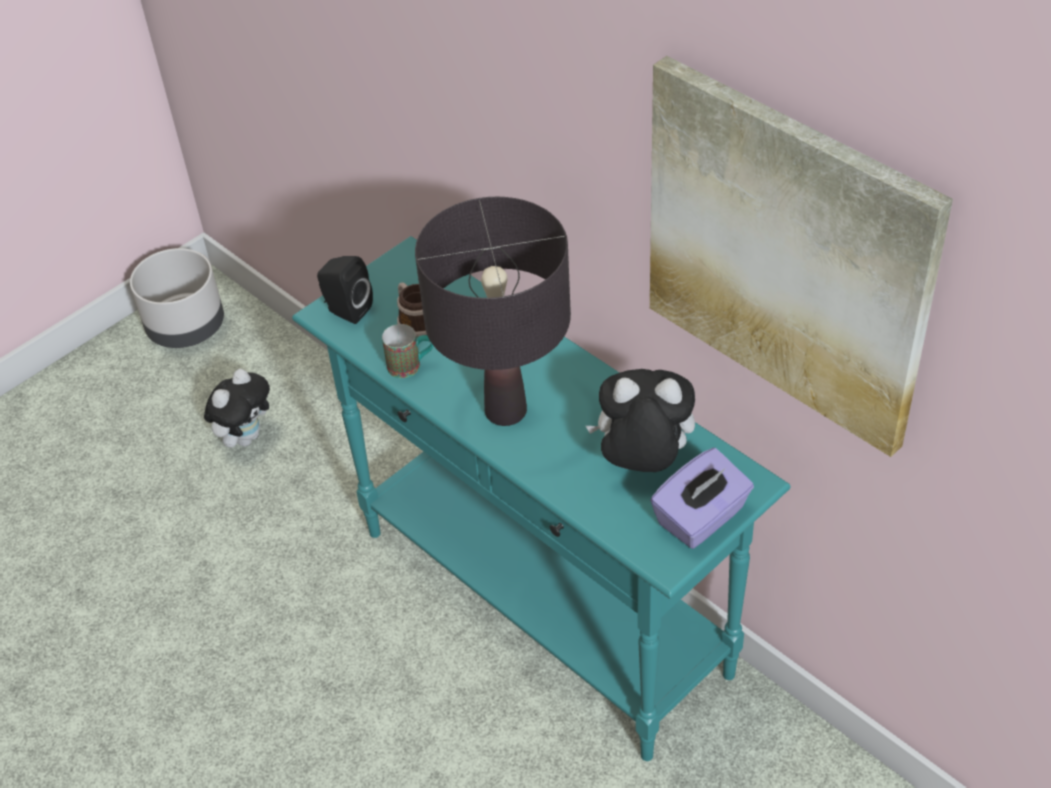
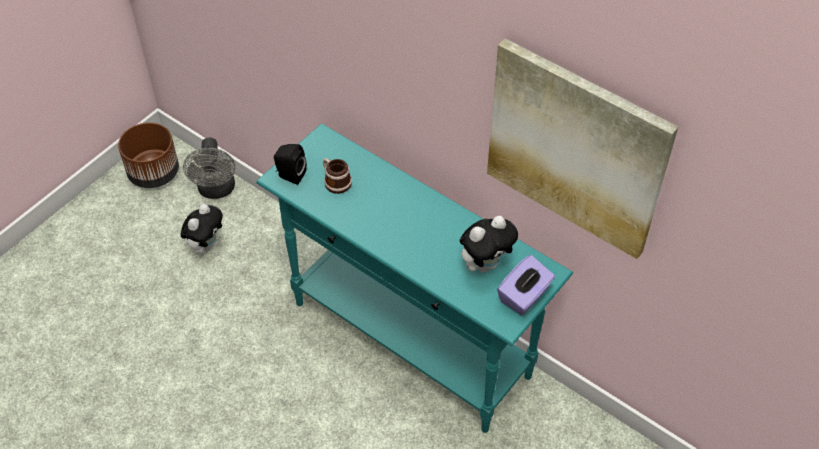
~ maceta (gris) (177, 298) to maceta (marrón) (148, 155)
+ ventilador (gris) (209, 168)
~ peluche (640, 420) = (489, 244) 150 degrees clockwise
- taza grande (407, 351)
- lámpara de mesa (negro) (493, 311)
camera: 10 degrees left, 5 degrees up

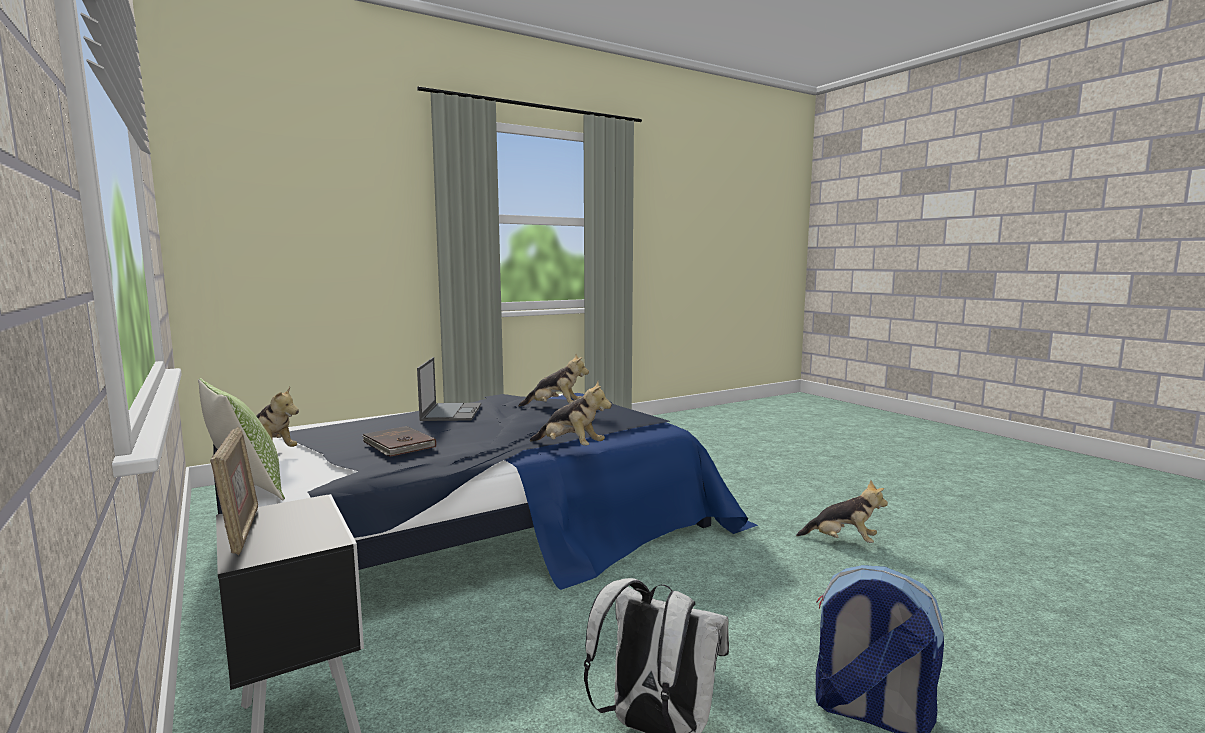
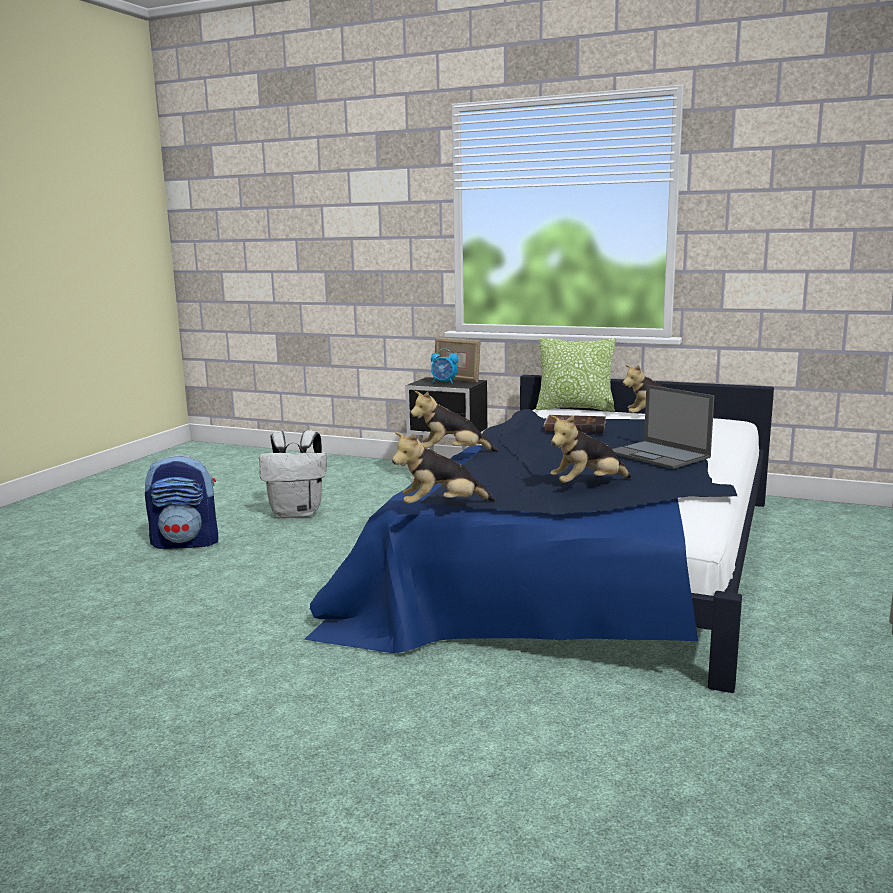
~ peluche (842, 511) to (444, 468)
+ despertador (444, 366)
camera: 145 degrees right, 5 degrees up

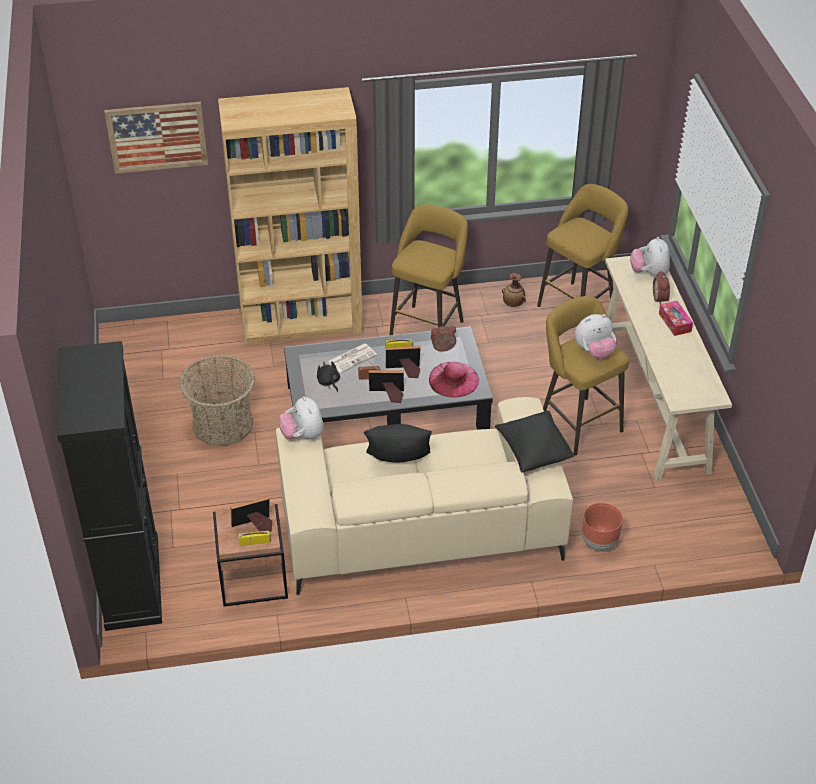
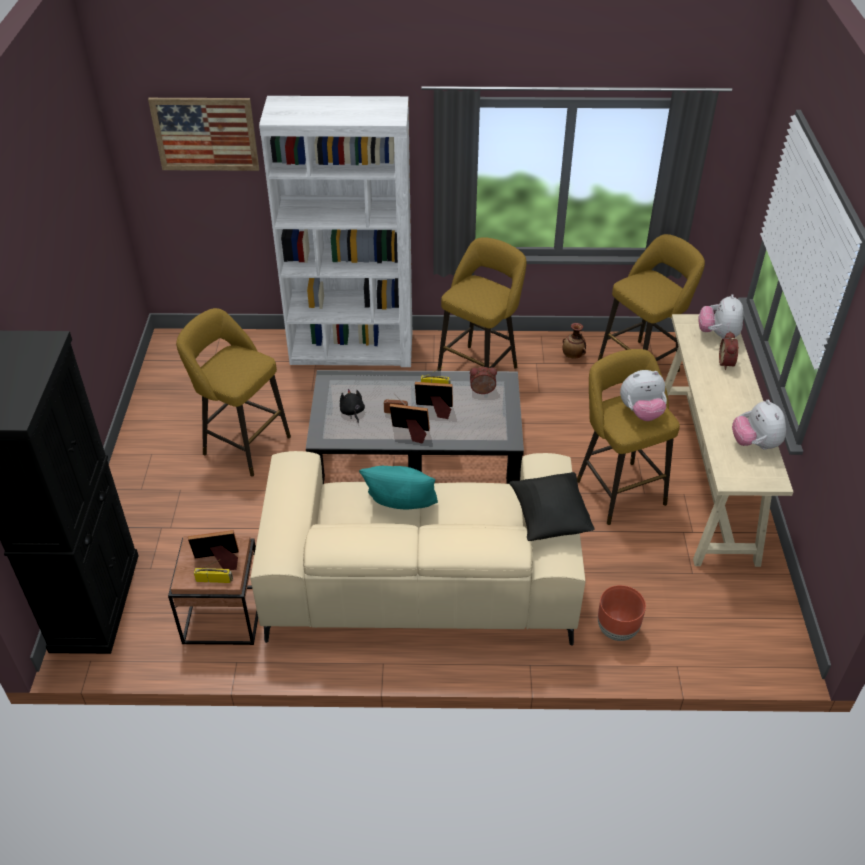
~ cesta (217, 401) to taburete (amarillo) (233, 392)
~ estantería (marrón) (290, 215) to estantería (blanco) (335, 231)
~ cojín (negro) (398, 443) to cojín (turquesa) (398, 487)
~ peluche (301, 418) to (759, 425)
- periódico (353, 358)
- sombrero (rosa) (454, 380)
- caja de pañuelos (676, 318)
camera: 10 degrees right, 0 degrees up

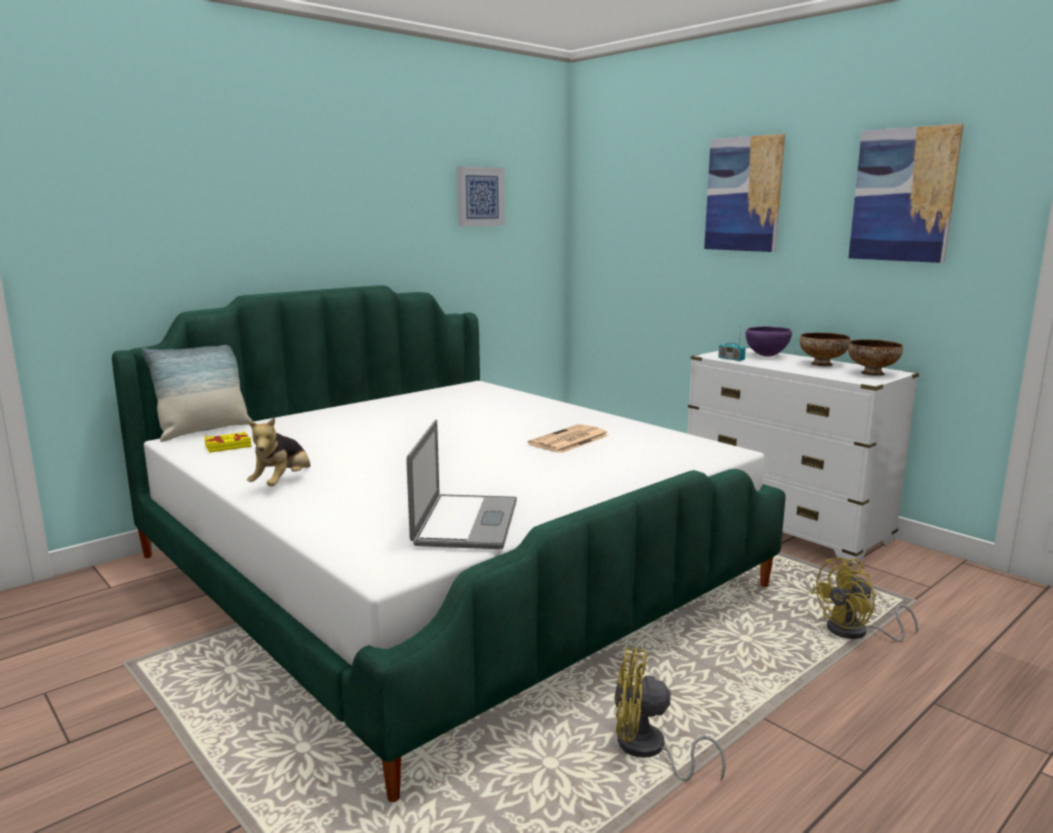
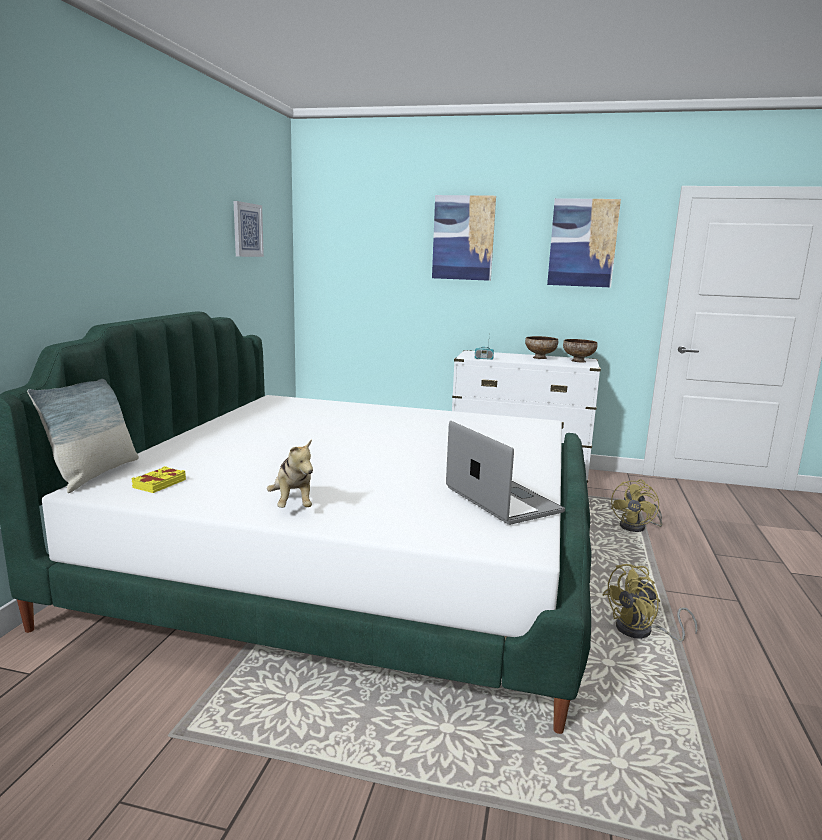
- periódico (569, 438)
- cuenco (morado) (769, 341)
camera: 35 degrees left, 0 degrees up

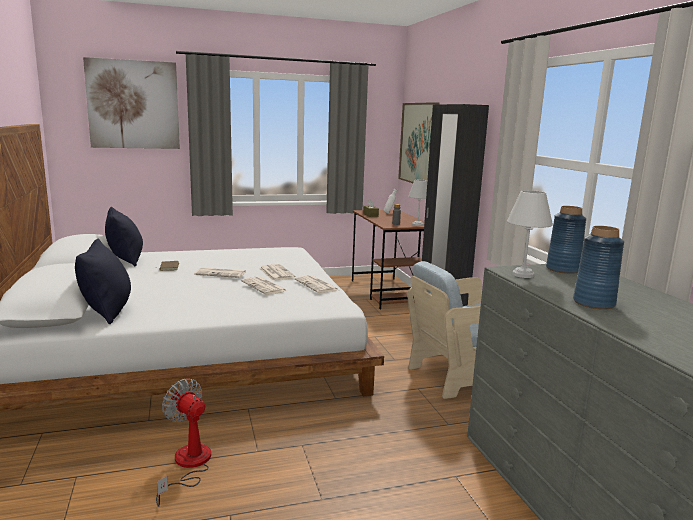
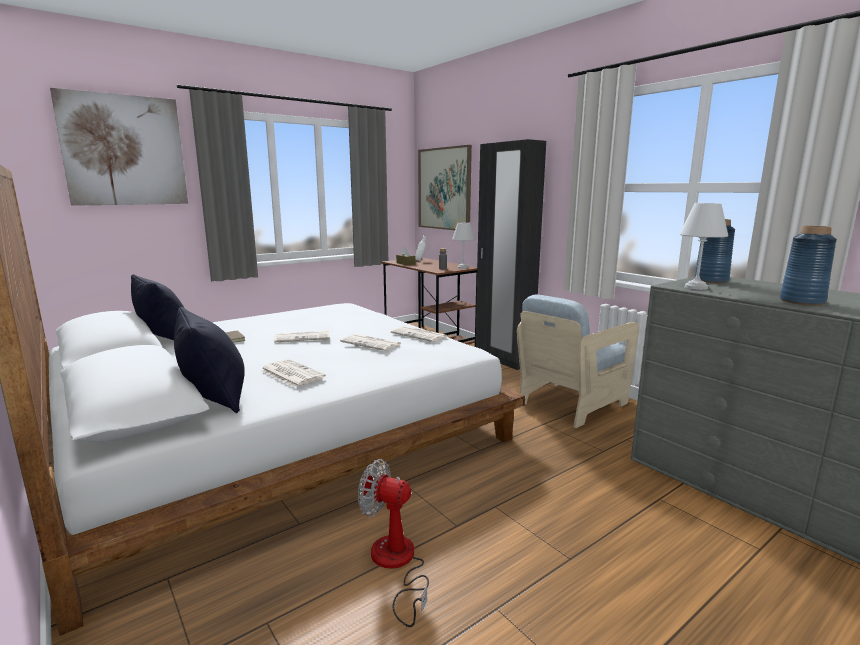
~ periódico (277, 272) to (293, 373)
camera: 20 degrees left, 0 degrees up

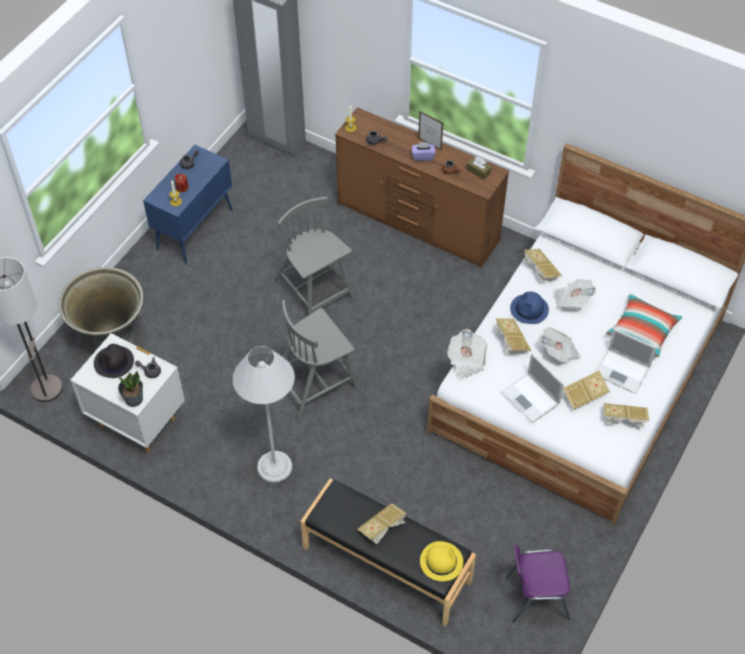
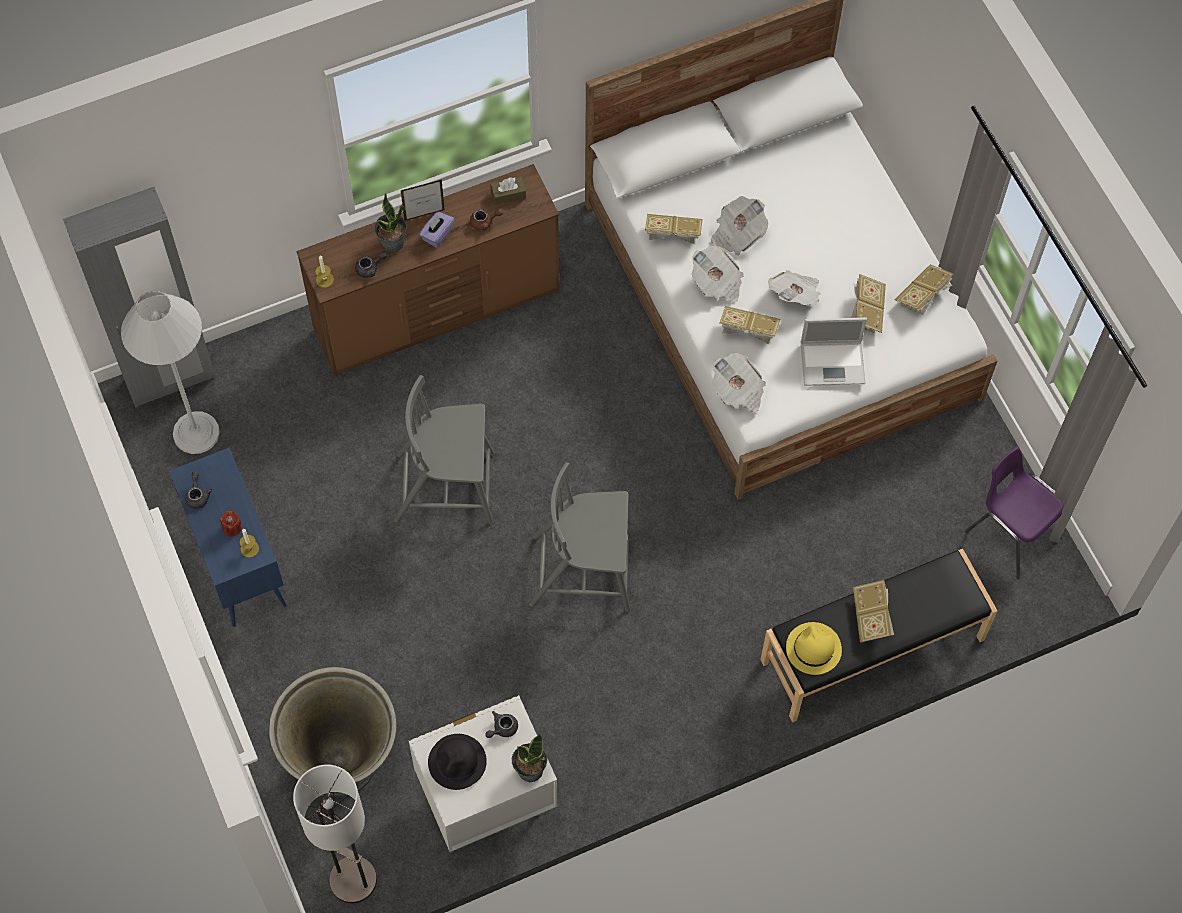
~ lámpara de pie (blanco) (264, 414) to (170, 372)
+ planta en maceta (390, 222)
~ silla (gris) (320, 360) = (581, 537) 90 degrees clockwise
~ sombrero (azul) (529, 307) to periódico (718, 274)
~ sombrero (amarillo) (441, 561) to (814, 648)
~ silla (morado) (538, 584) = (1015, 512) 105 degrees clockwise
- portátil (626, 361)
- cojín (644, 325)
camera: 55 degrees left, 10 degrees up

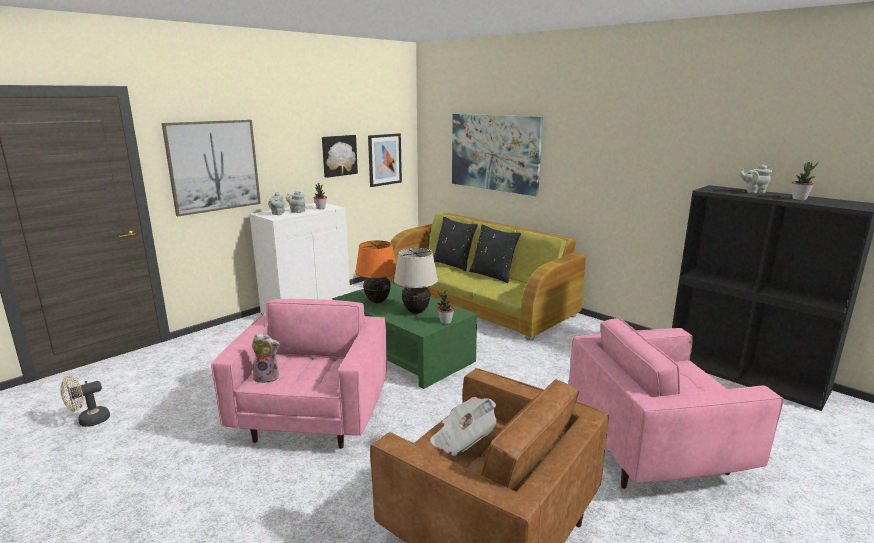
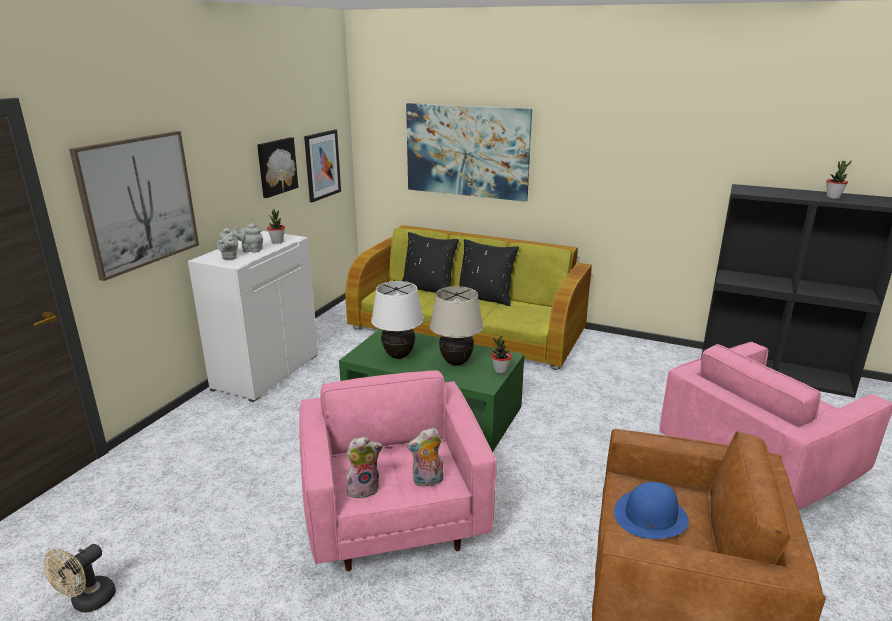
~ lámpara de mesa (naranja) (375, 271) to lámpara de mesa (blanco) (397, 320)
+ peluche (425, 457)
~ periódico (463, 426) to sombrero (azul) (651, 510)
- tetera (gris) (756, 179)
camera: 20 degrees left, 5 degrees up

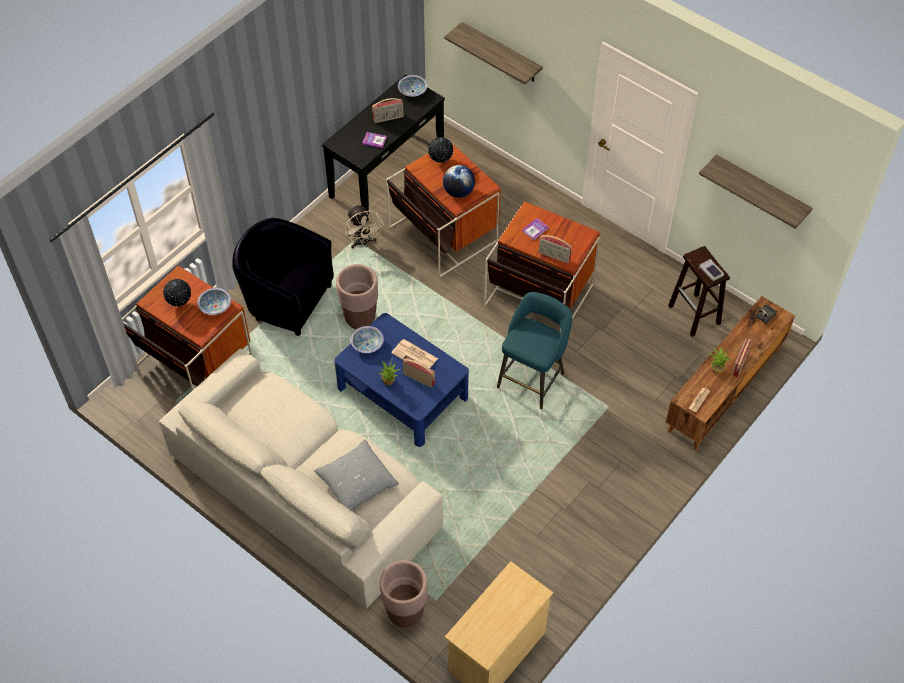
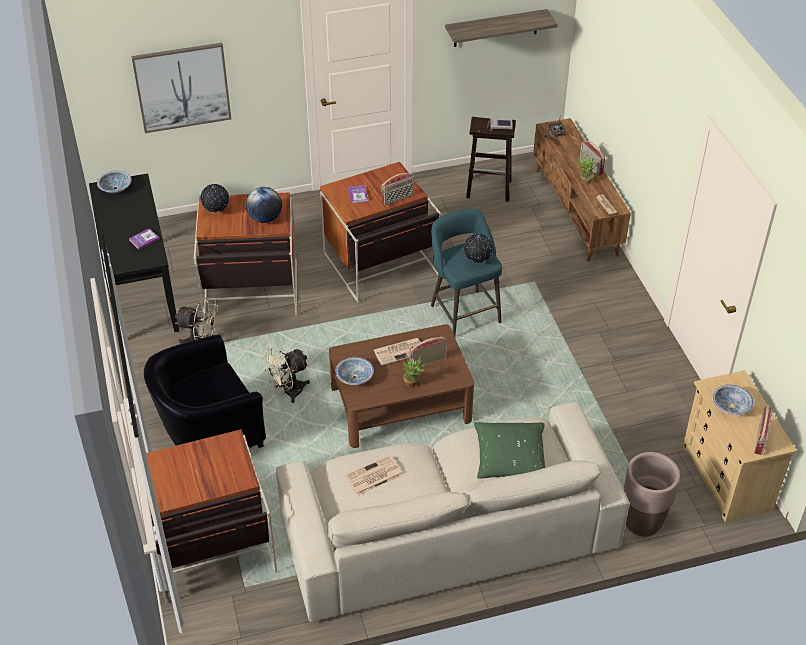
~ estante (493, 53) to cuadro (181, 88)
~ maceta (marrón) (357, 296) to ventilador (beis) (286, 374)
~ mesa de centro (azul) (401, 380) to mesa de centro (marrón) (401, 386)
+ periódico (374, 476)
~ globo terráqueo (177, 292) to (478, 248)
~ cojín (gris) (356, 475) to cojín (verde) (510, 450)
~ cuenco (214, 301) to (733, 399)
~ radio (388, 110) to (763, 430)
camera: 55 degrees left, 10 degrees down

